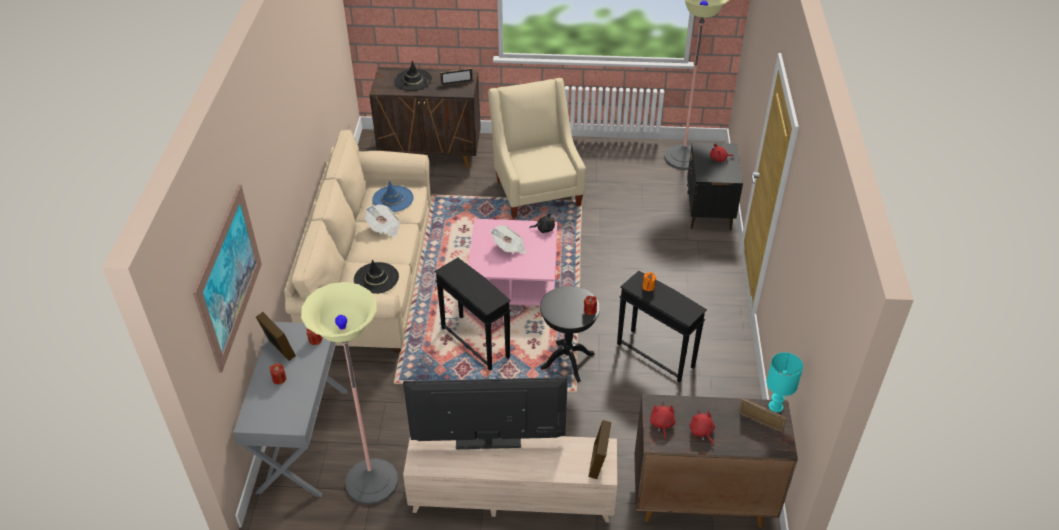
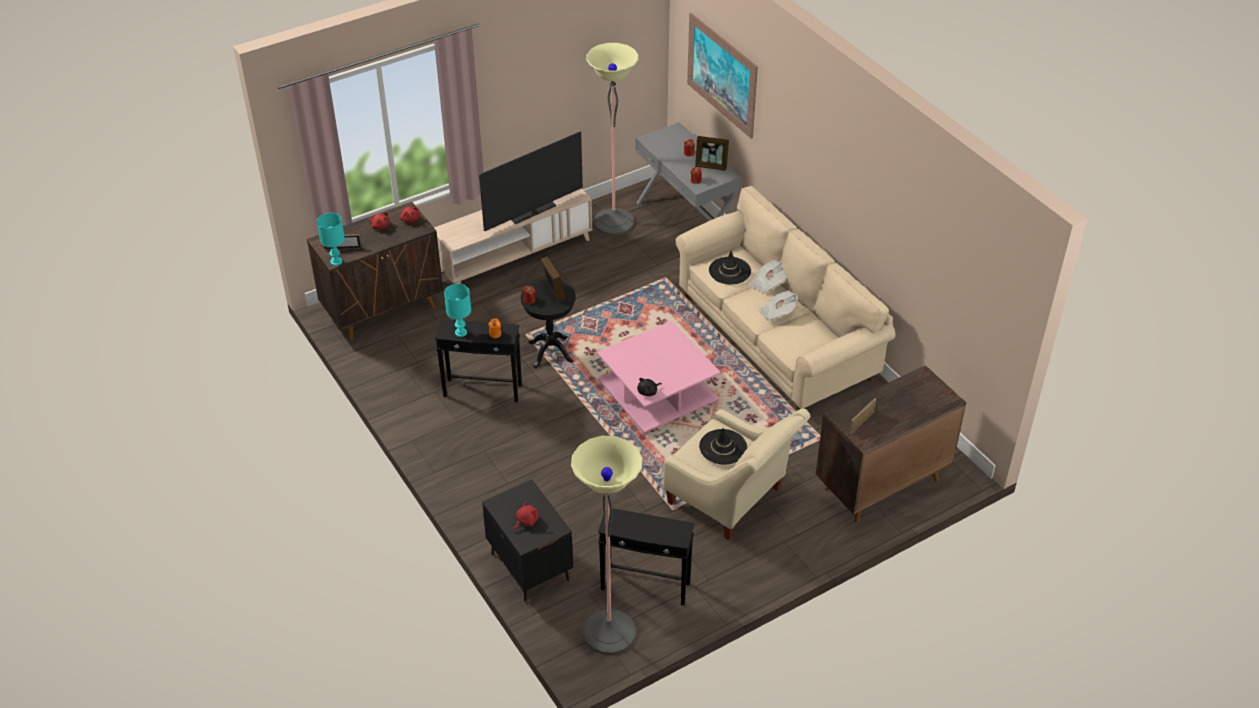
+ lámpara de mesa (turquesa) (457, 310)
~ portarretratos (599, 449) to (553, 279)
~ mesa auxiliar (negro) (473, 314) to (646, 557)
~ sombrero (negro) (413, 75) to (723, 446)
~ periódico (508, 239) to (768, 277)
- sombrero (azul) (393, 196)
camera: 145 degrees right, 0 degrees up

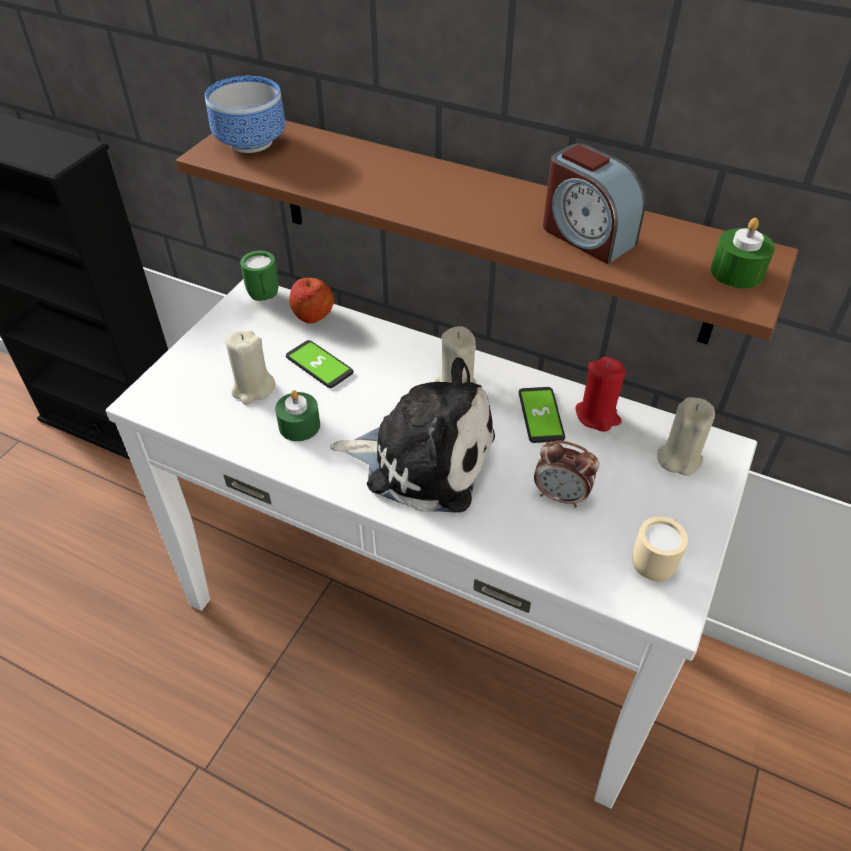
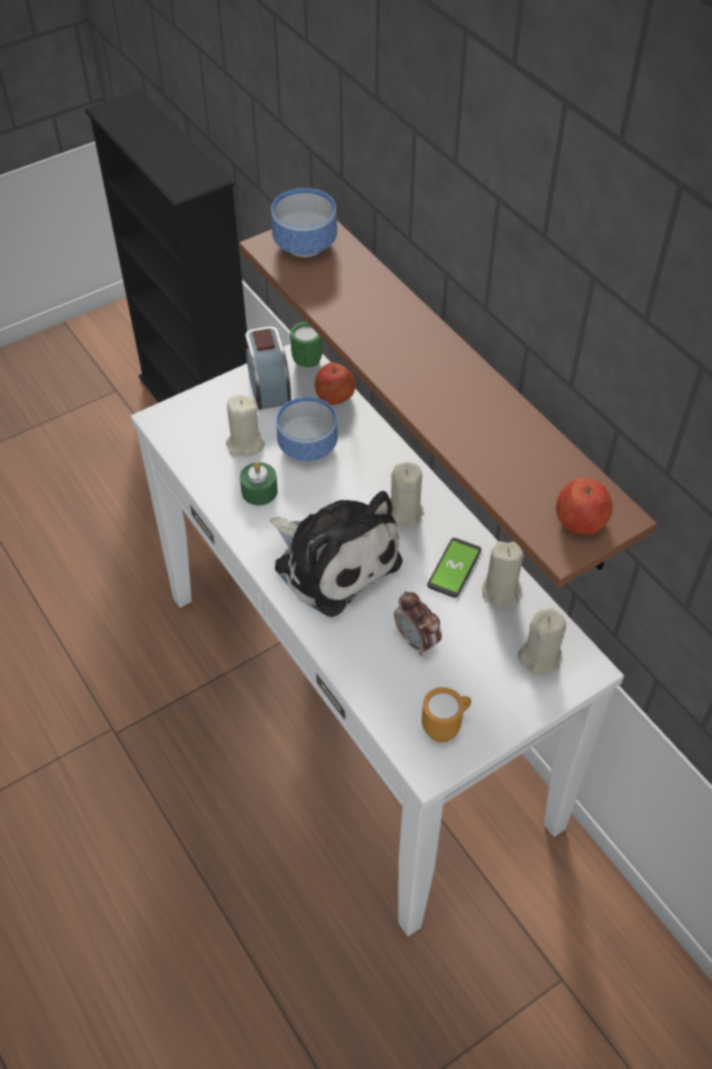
~ despertador (594, 203) to (268, 368)
~ móvil (320, 364) to cuenco (307, 429)
~ taza grande (beis) (660, 549) to taza grande (naranja) (446, 715)
~ vela (rojo) (600, 394) to vela (beis) (503, 574)
~ vela (verde) (743, 253) to manzana (584, 505)
camera: 30 degrees right, 5 degrees up

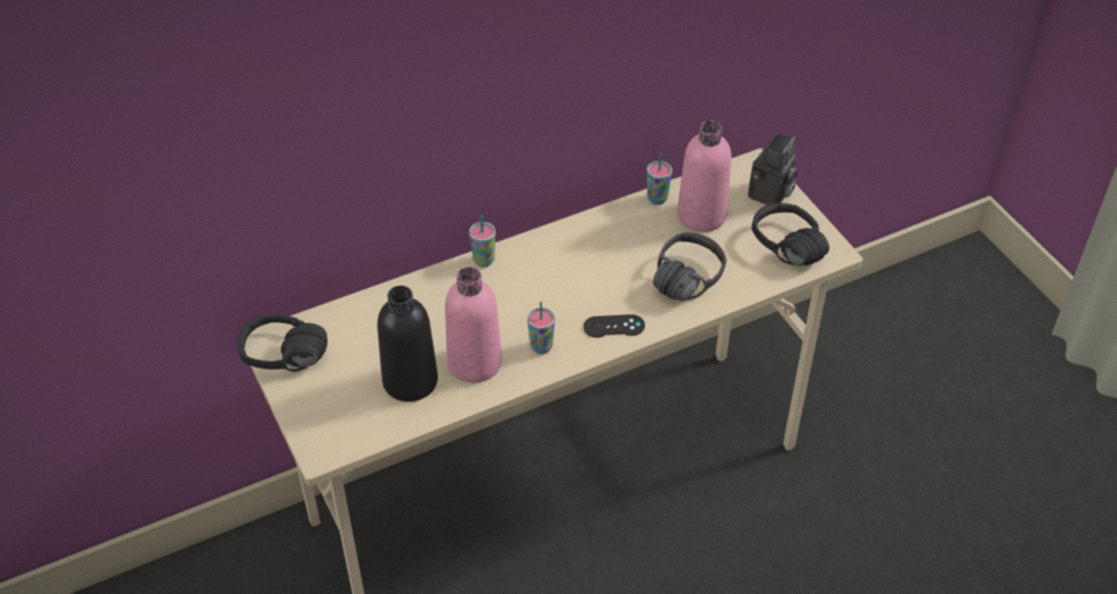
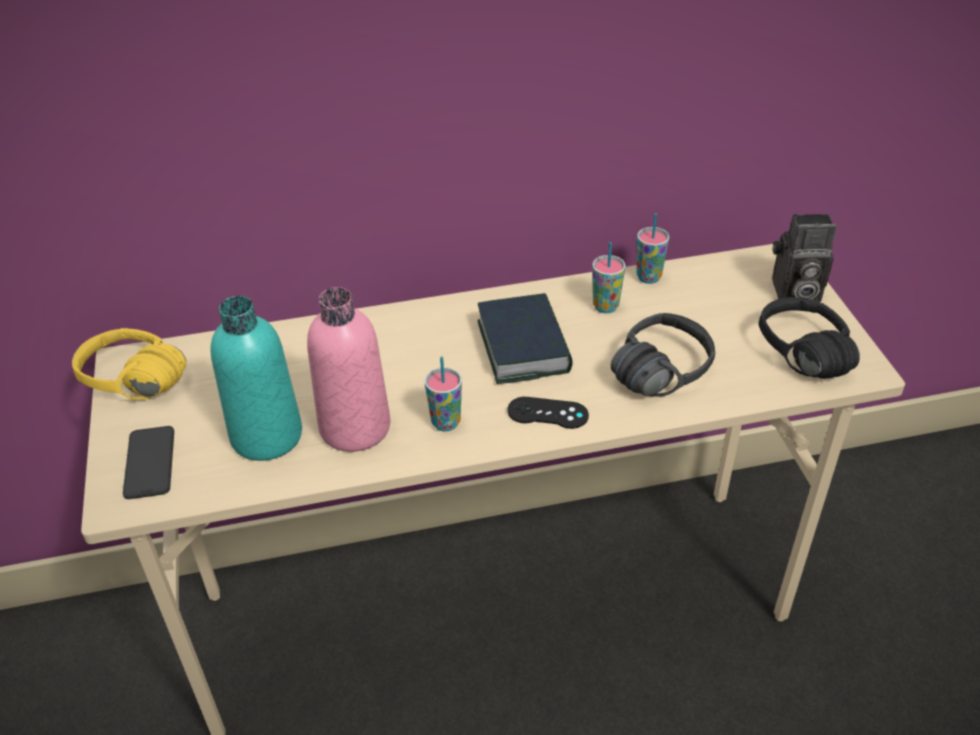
~ auriculares (negro) (282, 343) to auriculares (amarillo) (129, 364)
+ móvil (148, 462)
~ botella (negro) (407, 344) to botella (turquesa) (256, 378)
+ libro (525, 338)
~ taza (482, 241) to (609, 277)
~ cámara (773, 169) = (804, 258) 45 degrees clockwise
- botella (rosa) (704, 176)
camera: 15 degrees right, 5 degrees down

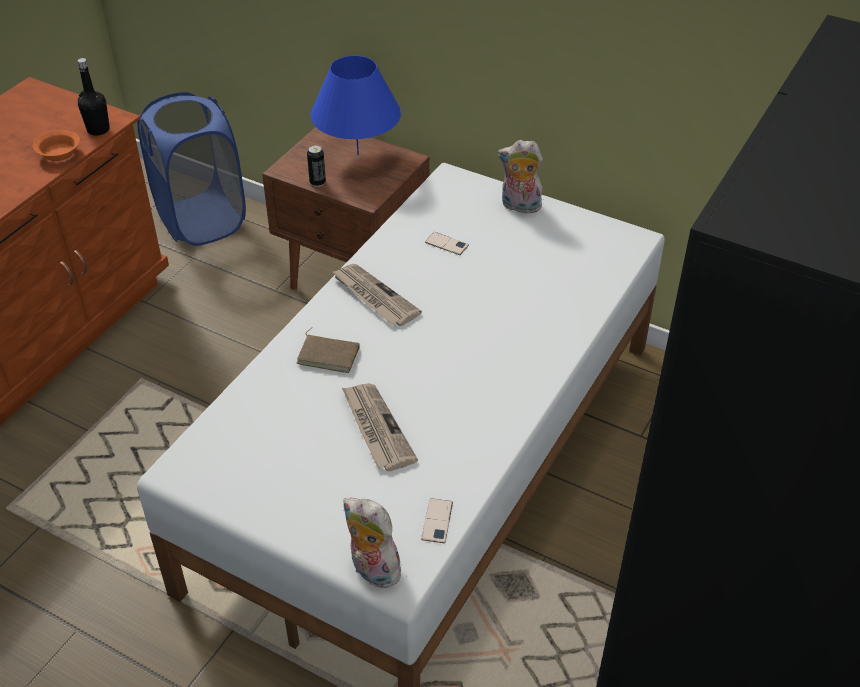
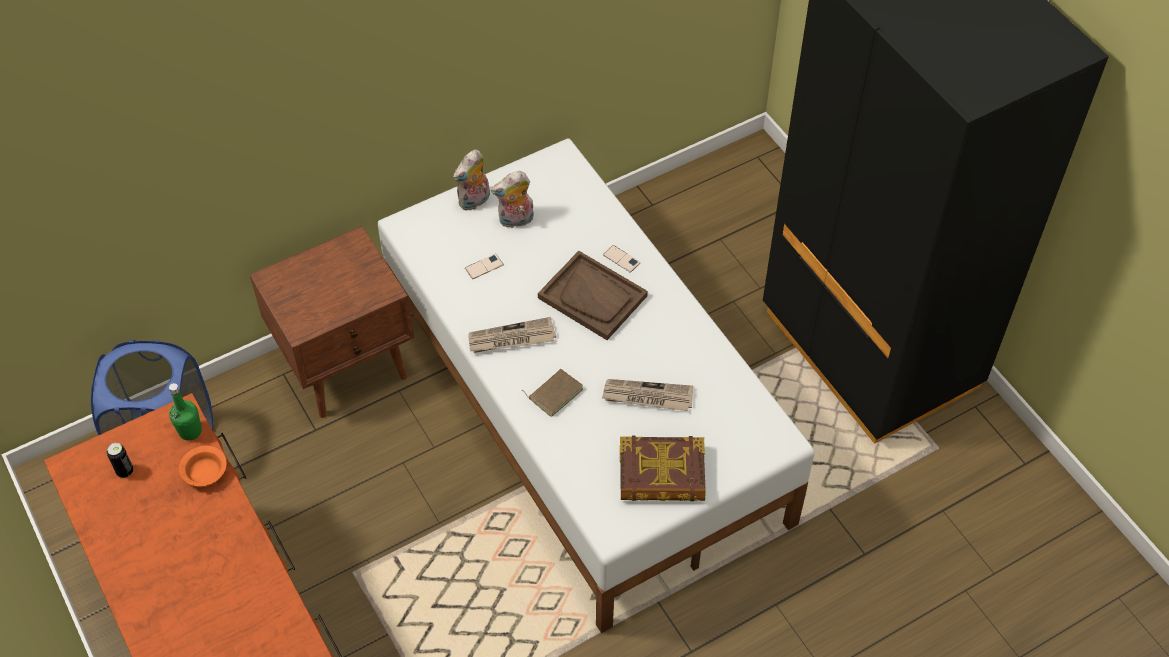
~ lata (316, 166) to (120, 460)
~ botella (negro) (93, 97) to botella (verde) (185, 412)
~ peluche (374, 543) to (512, 199)
+ bandeja (marrón) (593, 295)
~ móvil (437, 520) to (622, 259)
+ libro (663, 468)
- lámpara de mesa (azul) (356, 105)
camera: 60 degrees left, 10 degrees up

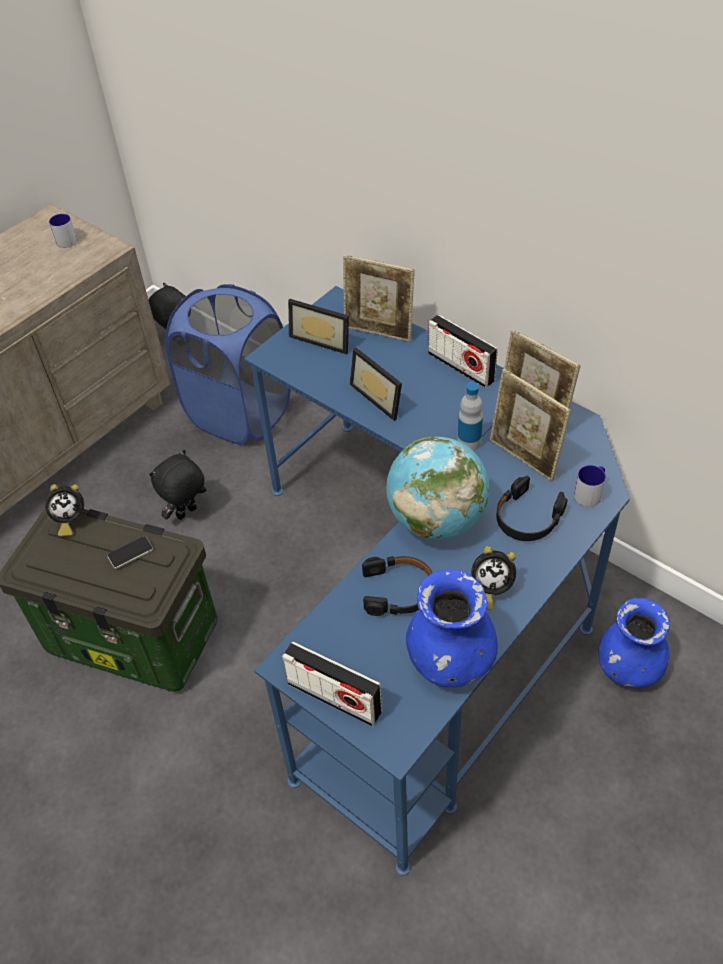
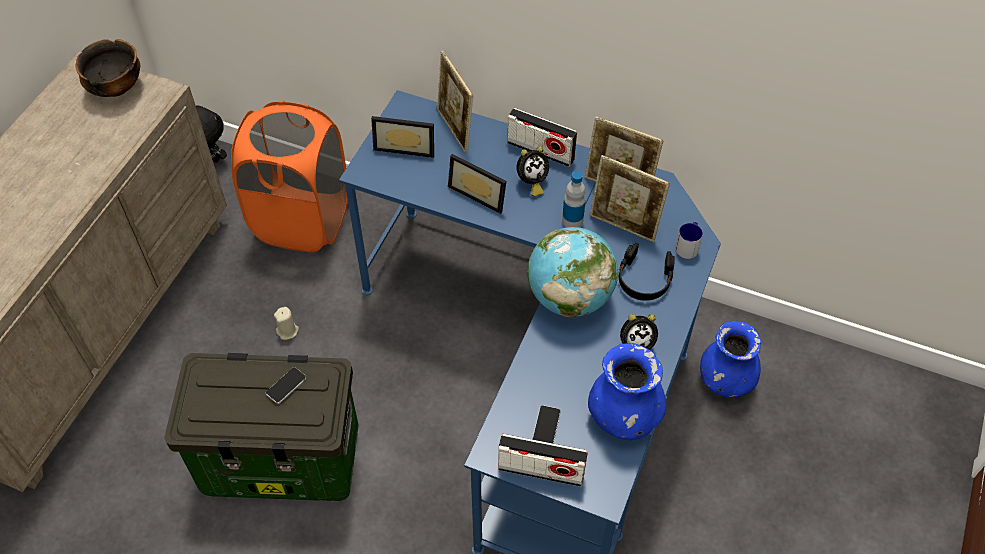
~ taza grande (63, 231) to cuenco (107, 68)
~ cesto de la ropa (azul) (228, 364) to cesto de la ropa (naranja) (289, 176)
~ peluche (negro) (177, 485) to vela (beis) (286, 323)
~ portarretratos (379, 298) = (455, 102) 60 degrees clockwise
~ despertador (64, 510) to (533, 171)
+ móvil (546, 424)
- auriculares (negro) (397, 586)
camera: 20 degrees left, 5 degrees up

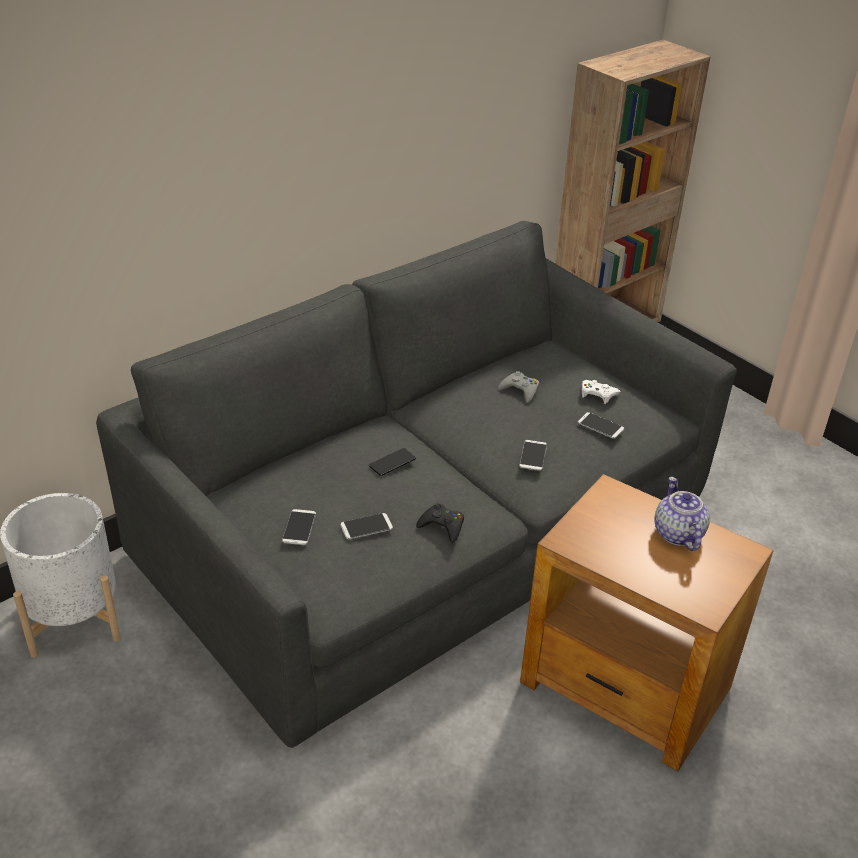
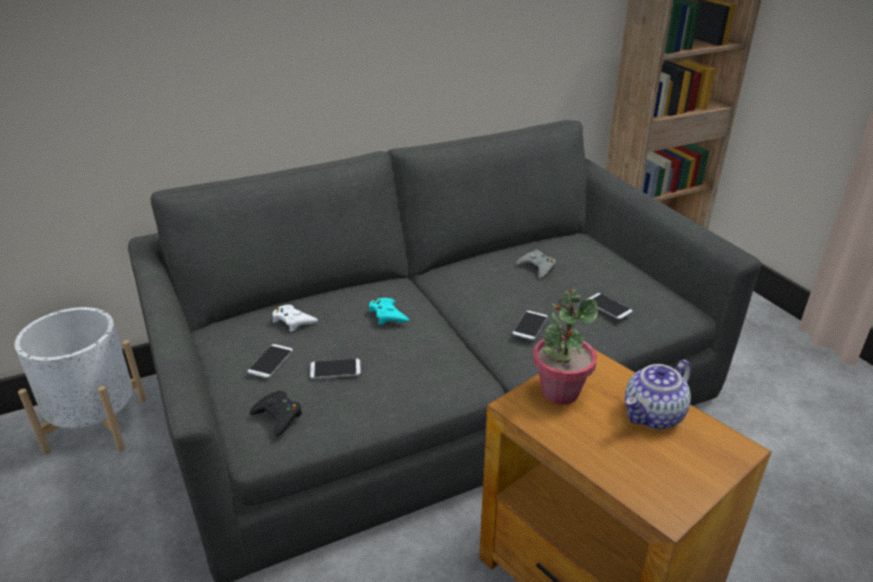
~ mando de consola (negro) (440, 523) to (276, 413)
~ mando de consola (blanco) (601, 392) to (295, 318)
~ móvil (392, 462) to mando de consola (turquesa) (389, 311)
+ planta en maceta (565, 347)
~ tetera (682, 514) = (658, 394) 135 degrees counterclockwise
camera: 15 degrees right, 5 degrees down

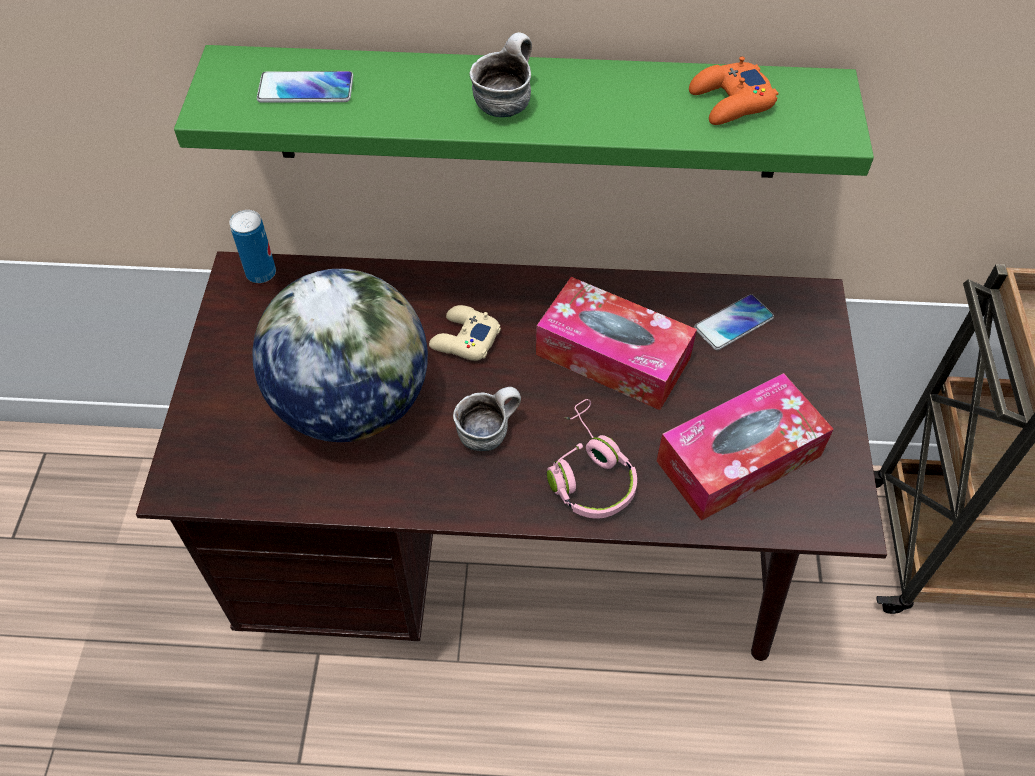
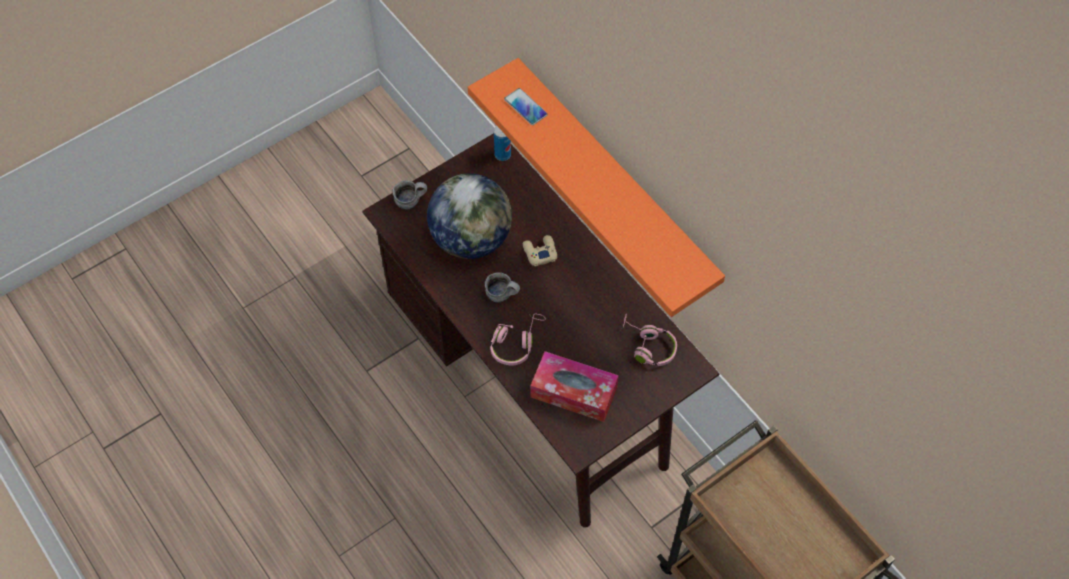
~ taza grande (500, 74) to (409, 195)
~ estante (verde) (524, 111) to estante (naranja) (596, 187)
~ móvil (734, 322) to auriculares (rosa) (649, 340)
- caja de pañuelos (616, 343)
- mando de consola (naranja) (733, 90)
camera: 50 degrees right, 5 degrees up

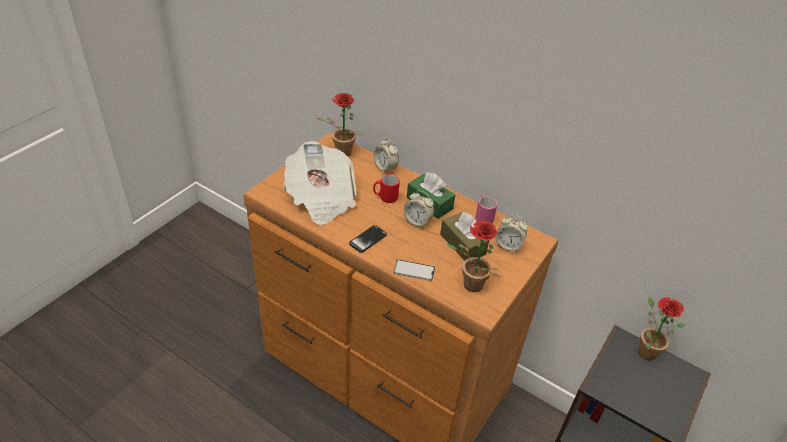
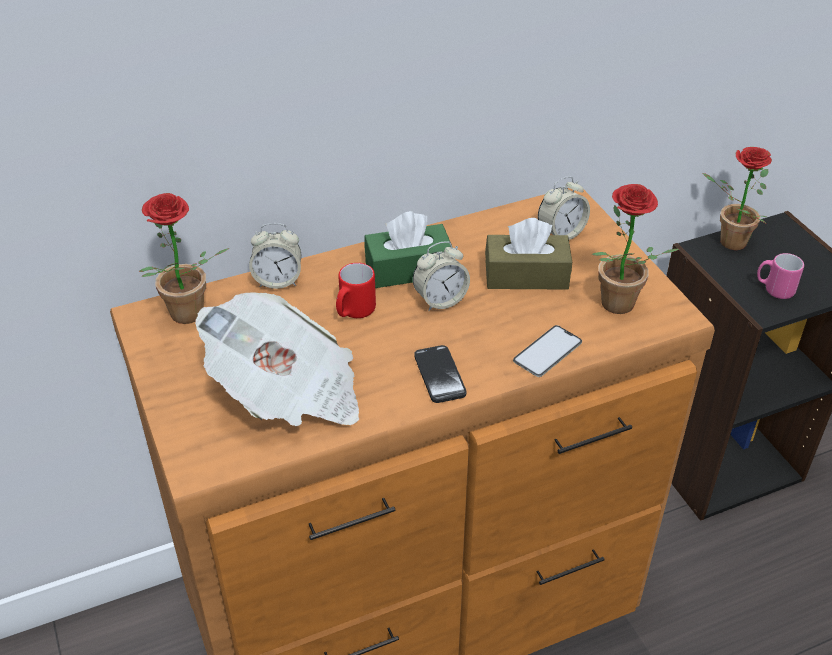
~ taza grande (rosa) (486, 209) to (780, 276)
camera: 55 degrees left, 0 degrees up

